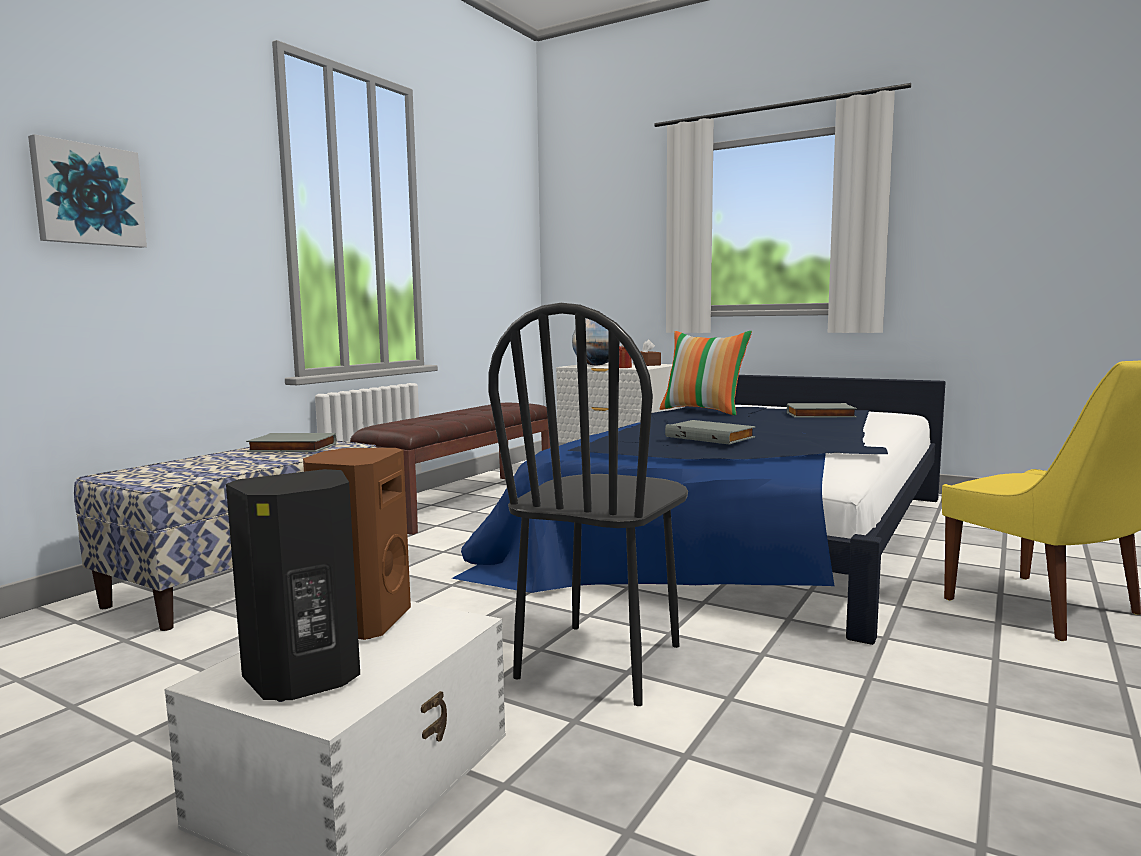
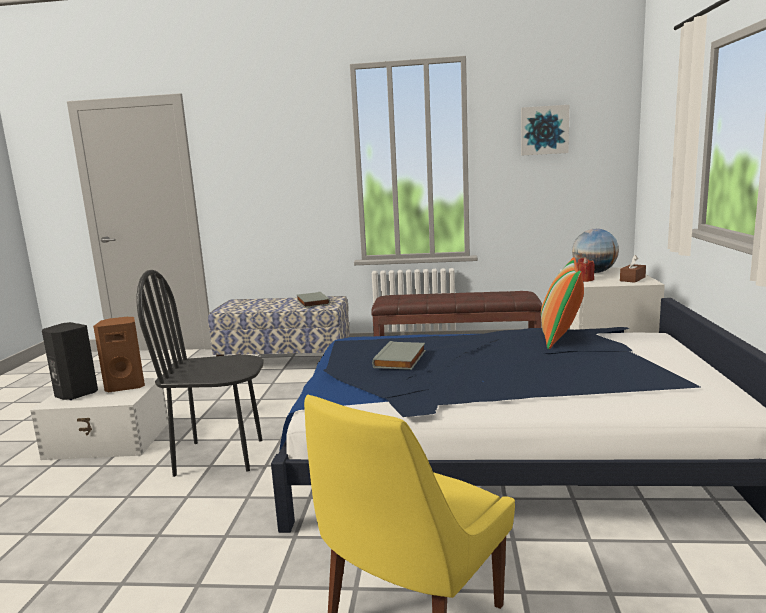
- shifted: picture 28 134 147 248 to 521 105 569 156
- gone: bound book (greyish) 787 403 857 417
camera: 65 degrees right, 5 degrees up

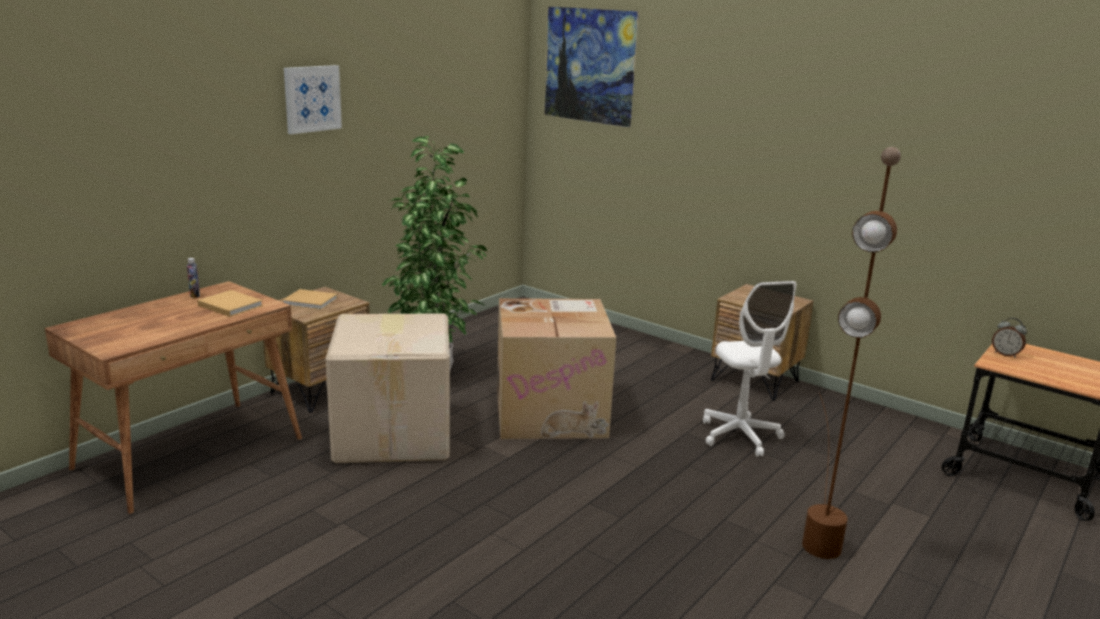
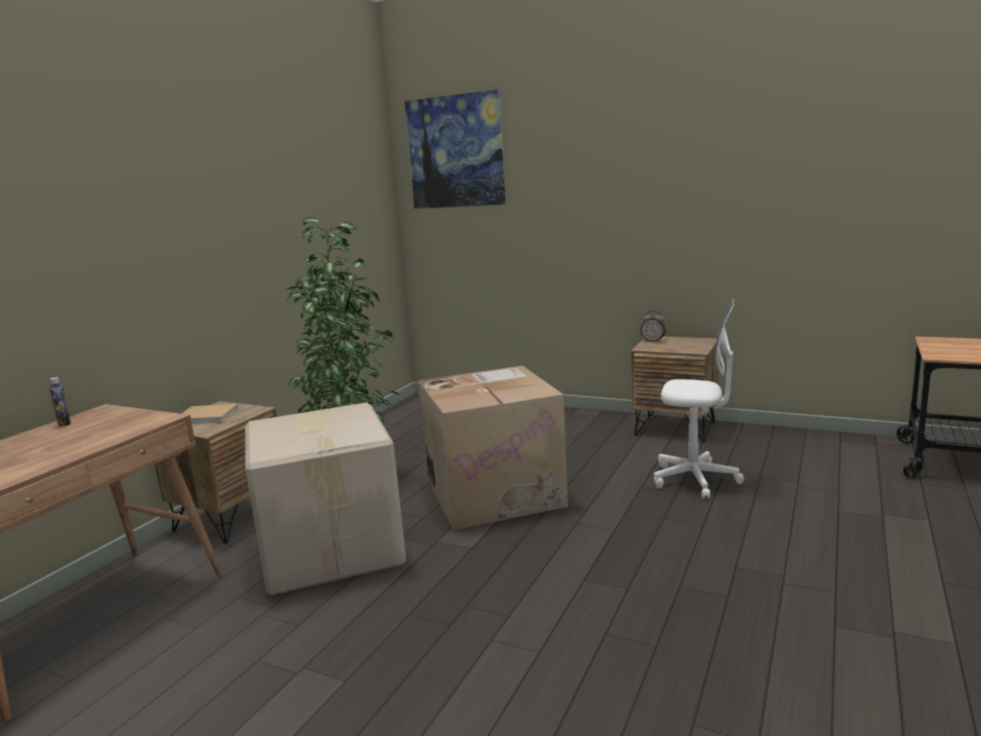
- gone: bound book (beige) 197 290 263 317
- gone: picture 284 65 342 134
- rotated: desk chair (white-coloured) 703 281 796 457 = 654 298 744 499 45 degrees counterclockwise
- gone: standing lamp (brownish) 802 147 901 559
- shifted: table clock 992 318 1027 358 to 641 310 665 342
camera: 10 degrees left, 5 degrees down

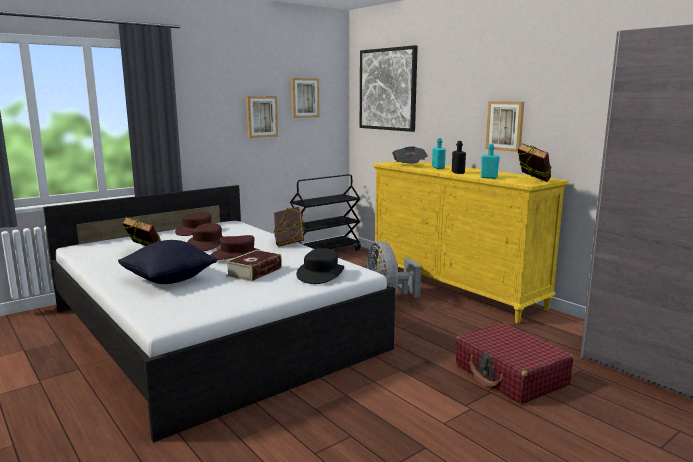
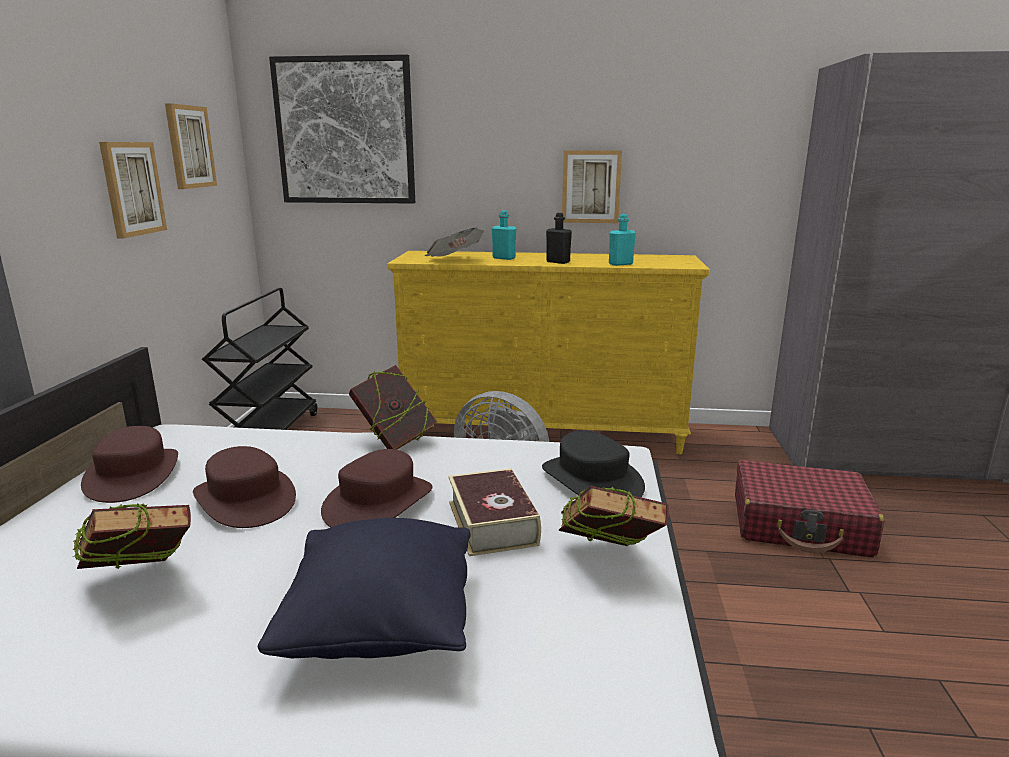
- shifted: bound book 518 143 552 182 to 559 486 669 546
camera: 45 degrees left, 5 degrees up

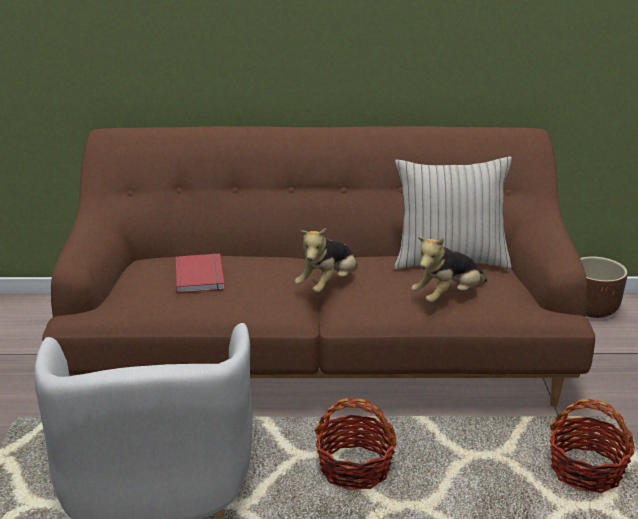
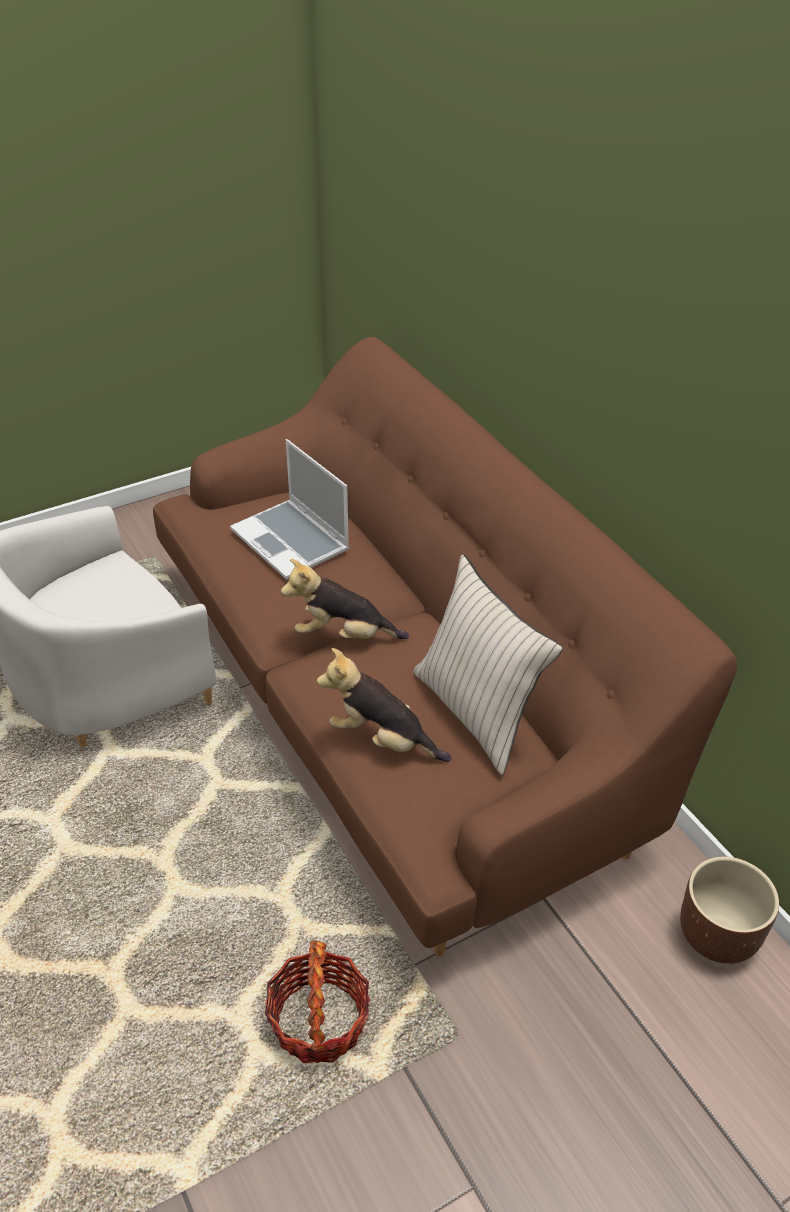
- swapped: bound book (red) 175 253 224 293 to portable computer 230 439 349 580
- gone: storage basket 314 398 397 491
camera: 60 degrees right, 15 degrees up

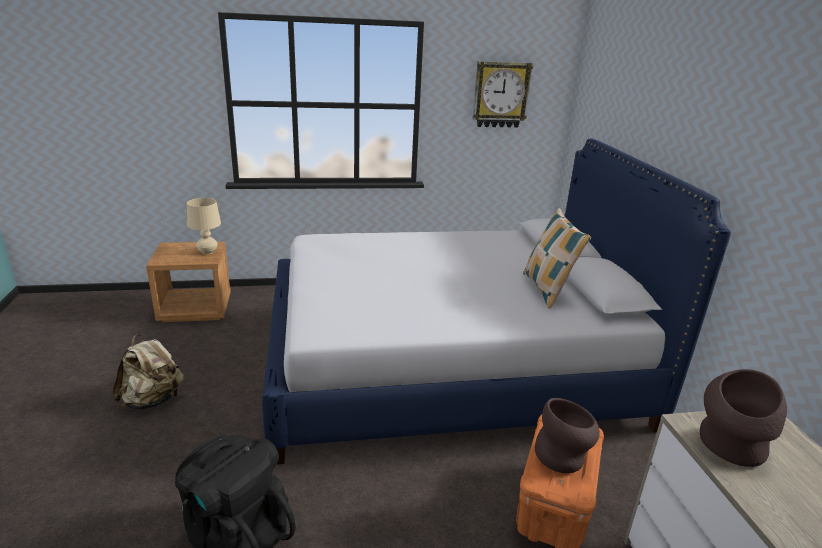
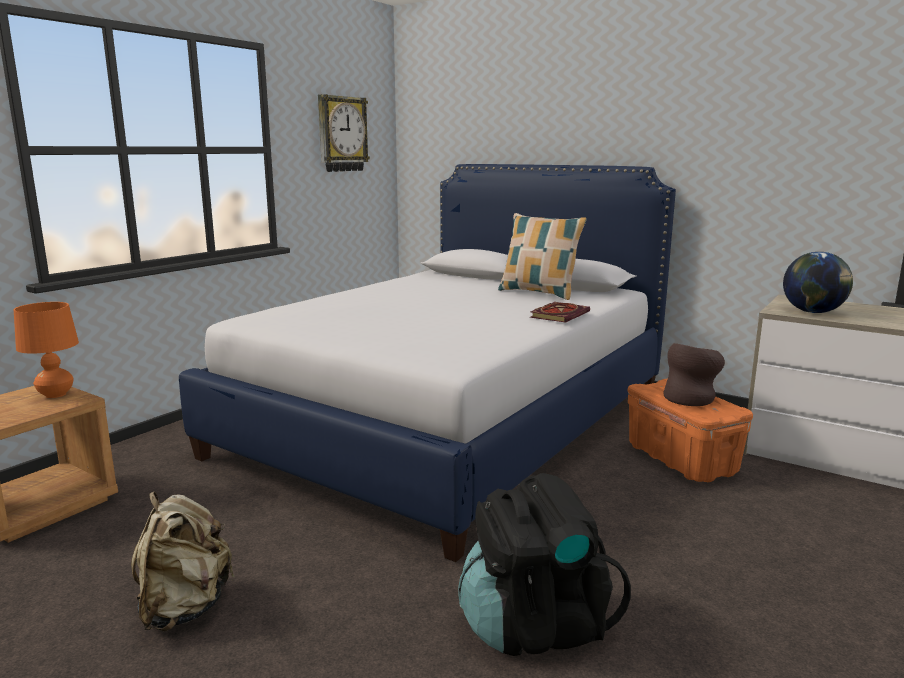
- repainted: lamp for a table (beige) 187 198 221 254 to lamp for a table (orangey) 14 302 79 398
- swapped: flower vase (brownish) 700 369 787 467 to world globe 783 252 853 313
- new: bound book 530 302 590 323
camera: 45 degrees left, 10 degrees down

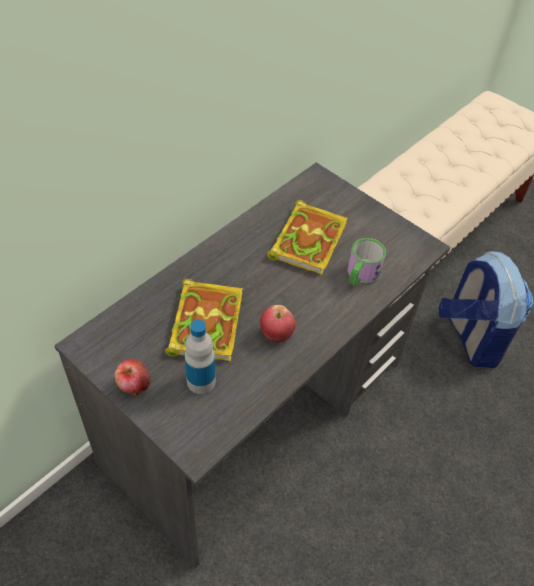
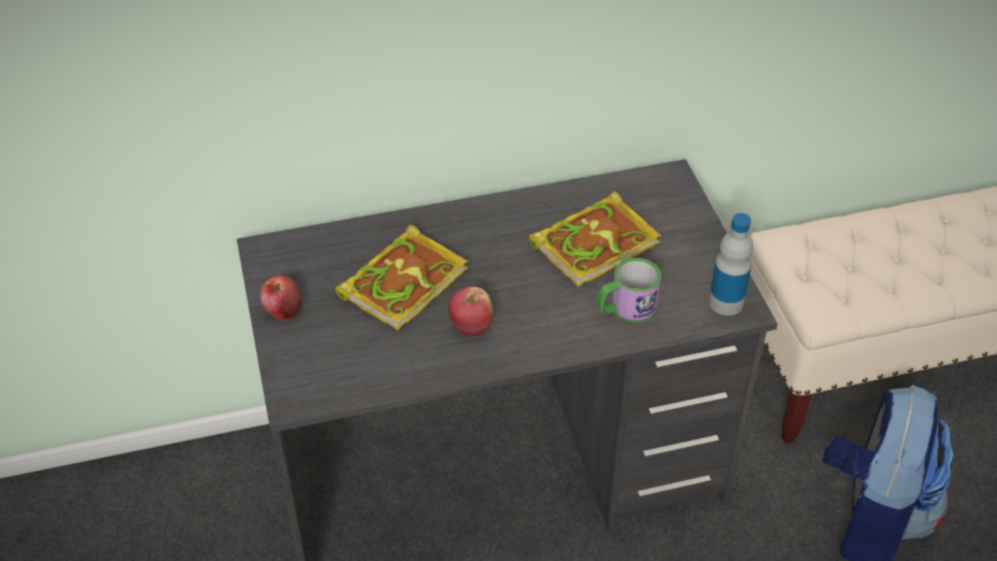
- shifted: bottle 185 319 216 394 to 709 213 753 316
camera: 35 degrees right, 5 degrees down

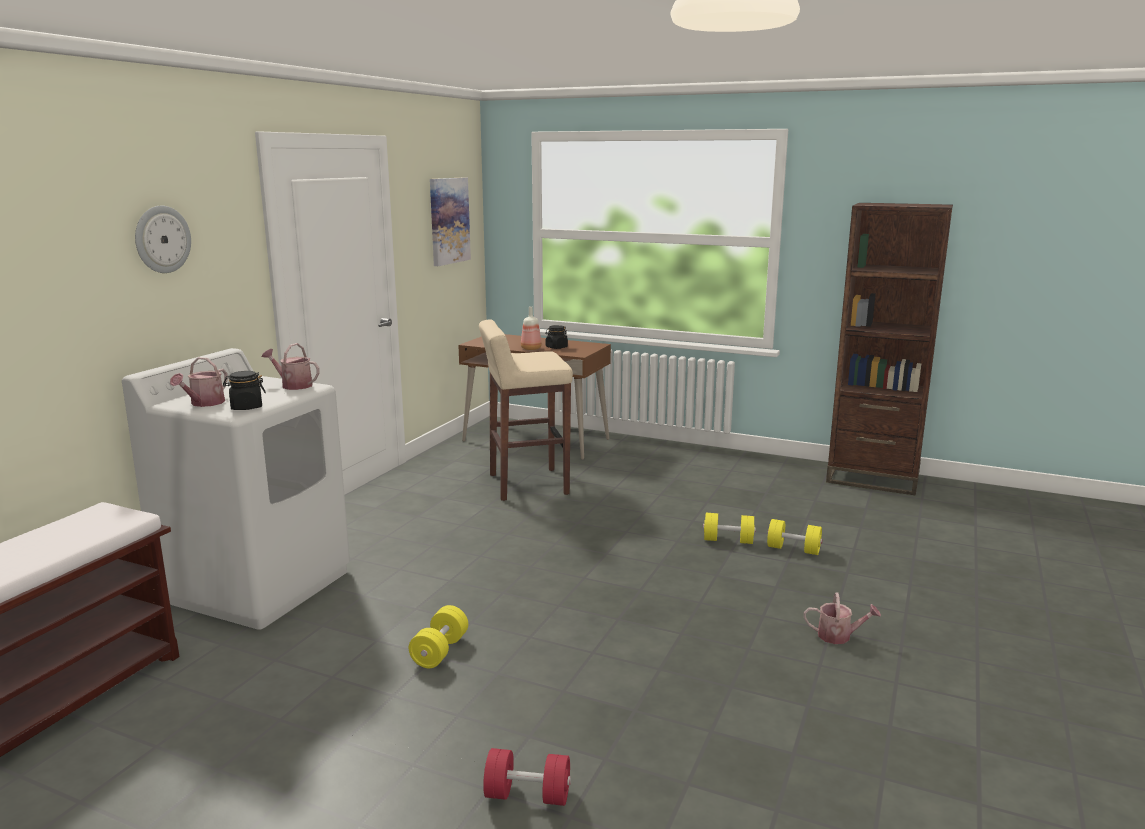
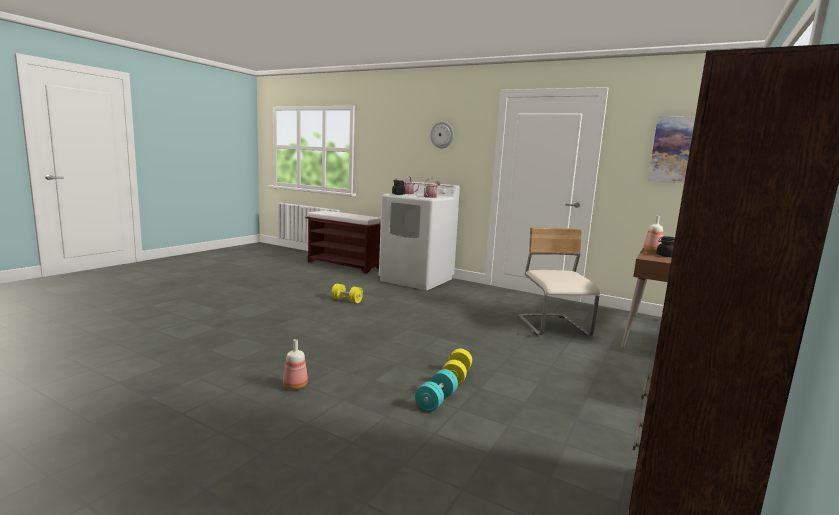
- swapped: sitting stool (beige) 479 319 573 501 to plain chair (beige) 518 227 600 335
- gone: free weight (red) 483 748 571 806
- repainted: free weight (yellowish) 767 519 822 555 to free weight (turquoise) 415 369 458 412
- swapped: watering can 804 592 881 644 to bottle 283 339 308 390
camera: 95 degrees right, 5 degrees down

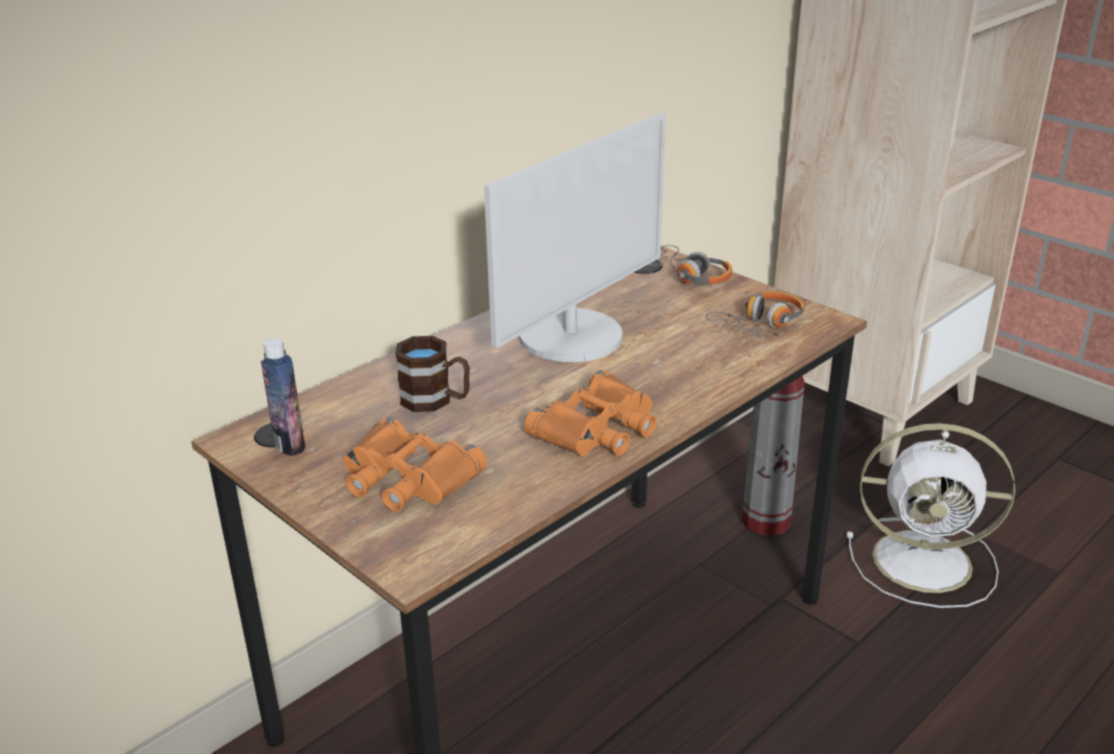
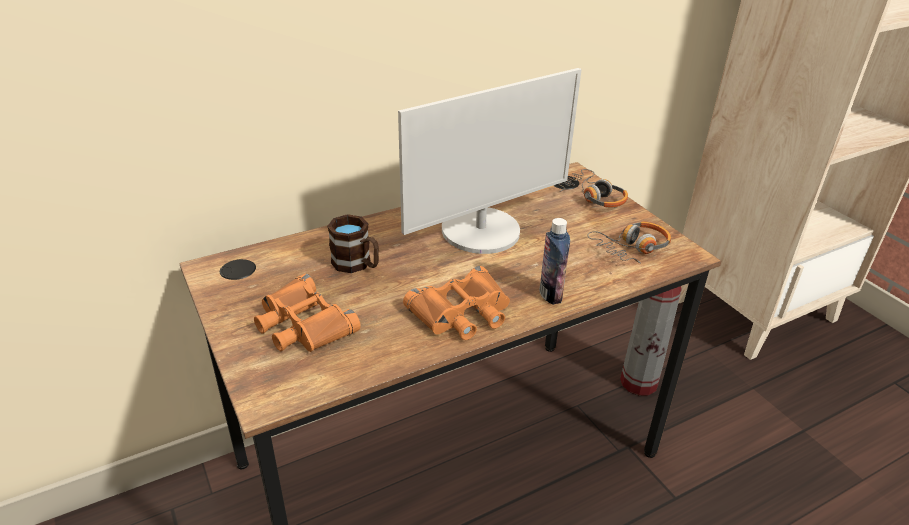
- shifted: bottle 261 338 305 456 to 539 218 570 305
- gone: electric fan (white-coloured) 847 423 1015 608
camera: 15 degrees right, 5 degrees up

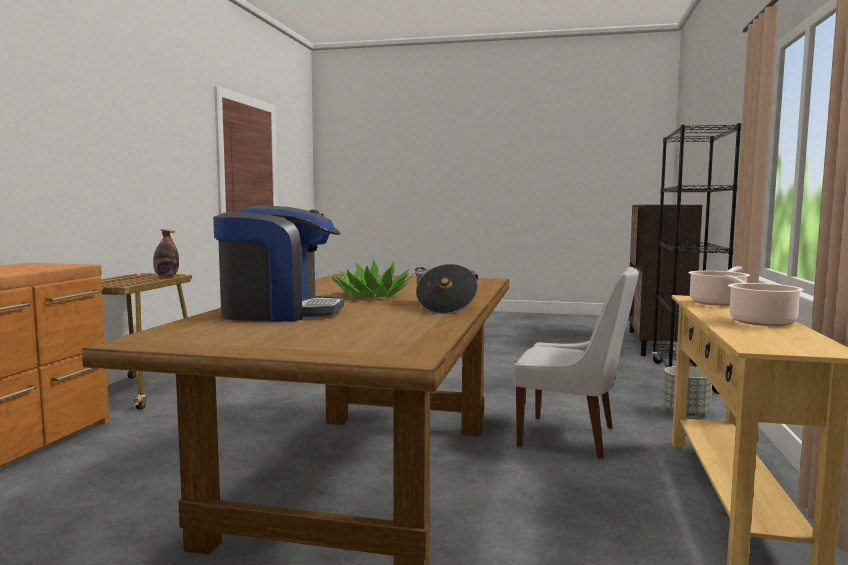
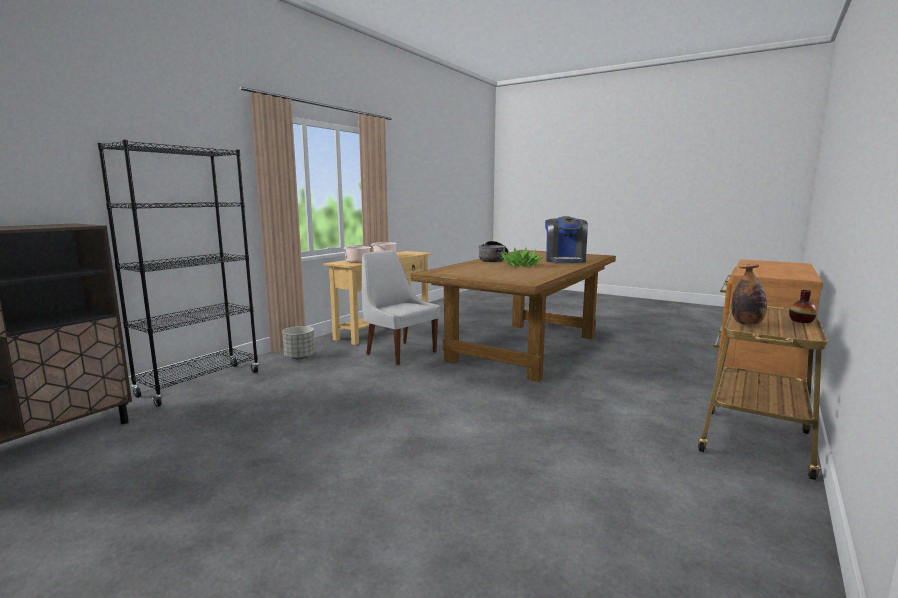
- rotated: coffee brewer 213 206 344 322 = 545 216 588 263 105 degrees counterclockwise
- new: flower vase 789 290 817 323
camera: 160 degrees left, 5 degrees up

